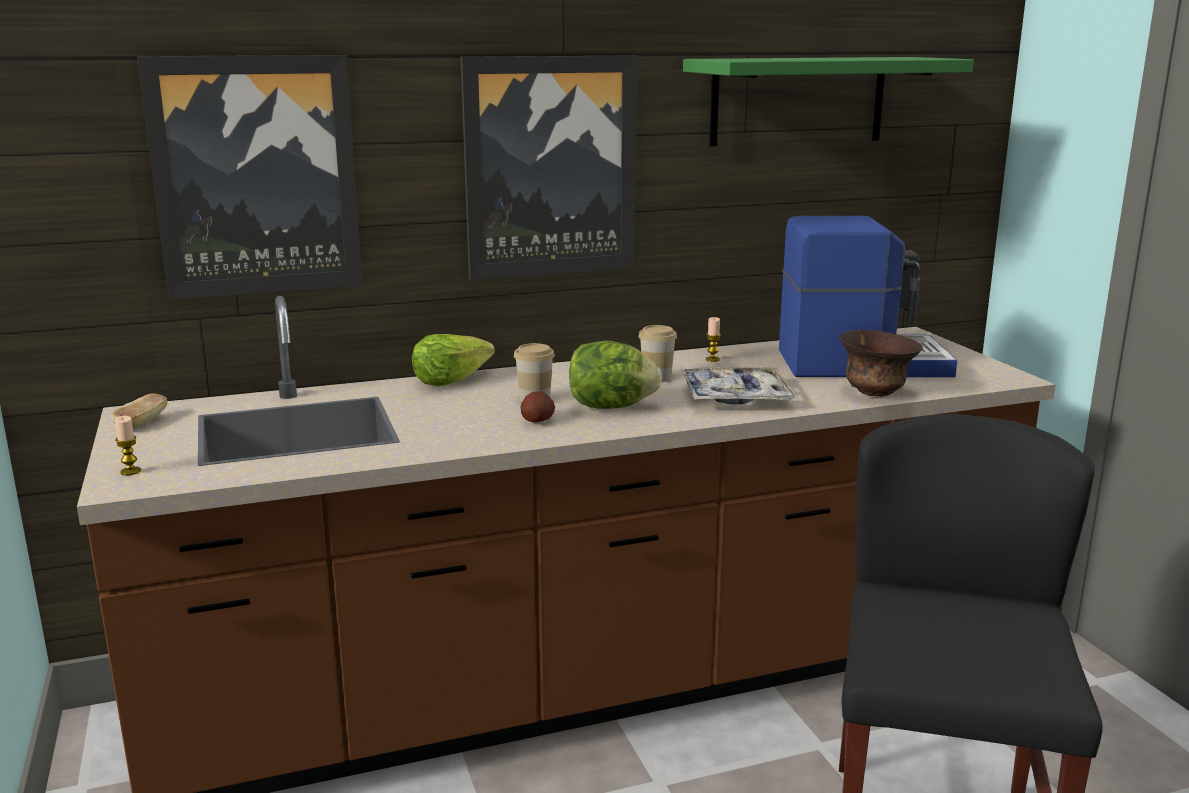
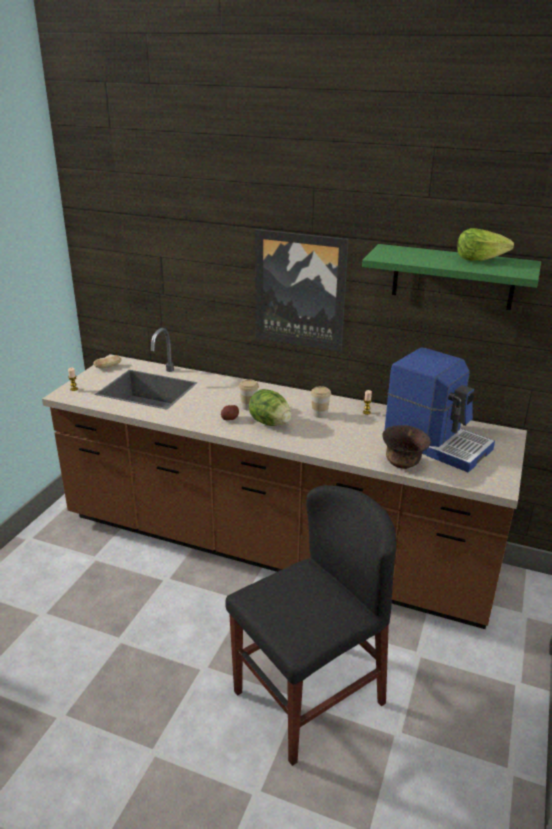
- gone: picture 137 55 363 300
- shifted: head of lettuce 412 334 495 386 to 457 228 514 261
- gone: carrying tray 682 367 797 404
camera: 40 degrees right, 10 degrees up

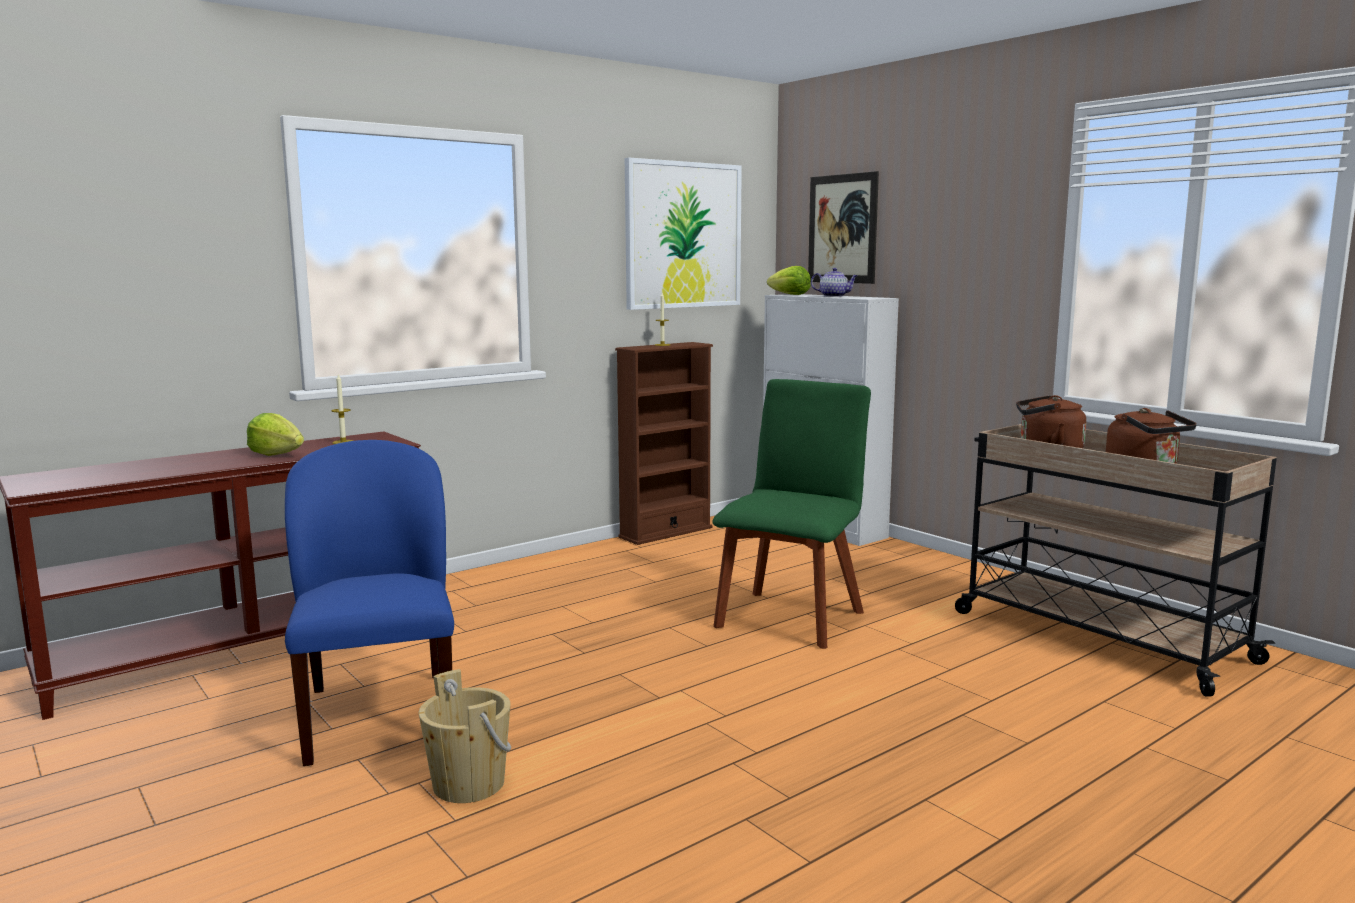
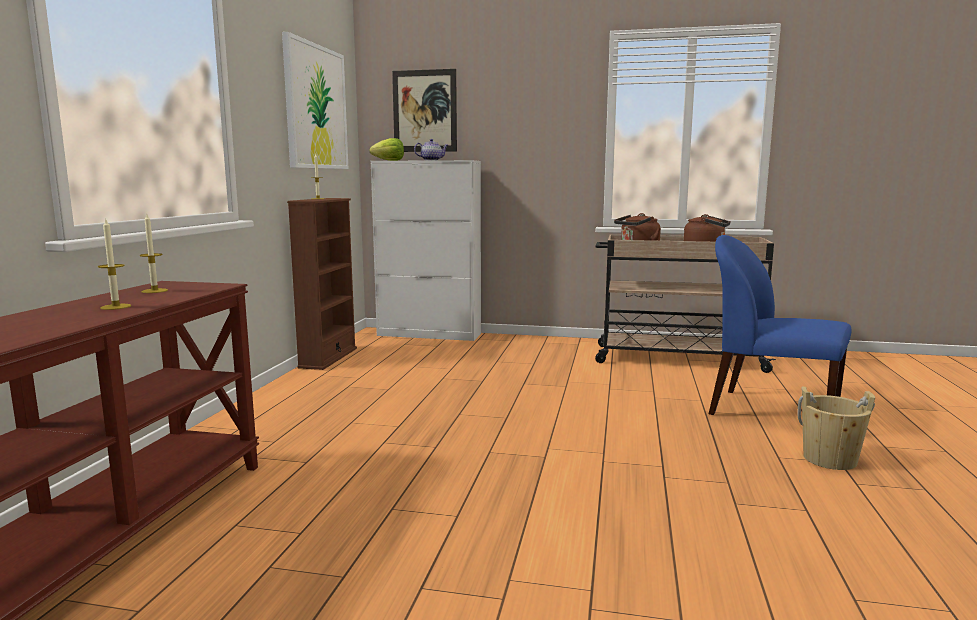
- swapped: head of lettuce 247 413 304 456 to candle 98 218 131 310
- shifted: plain chair (blue) 285 440 454 766 to 709 235 852 415
- shifted: bucket (beige) 419 669 511 803 to 798 386 875 470
- gone: plain chair (greenish) 713 379 871 649
camera: 40 degrees left, 0 degrees up

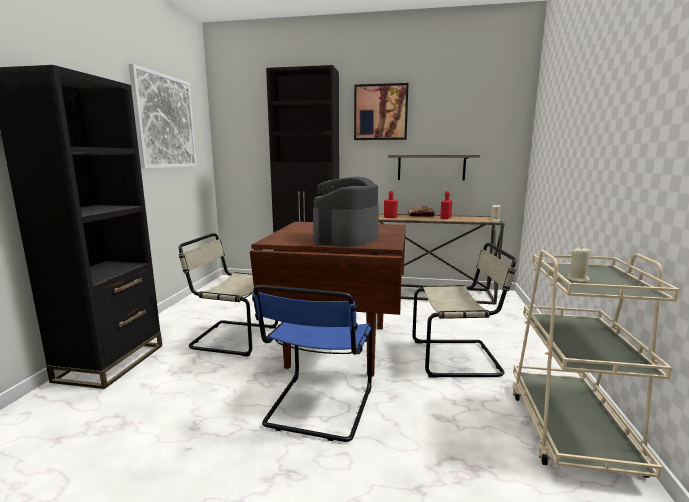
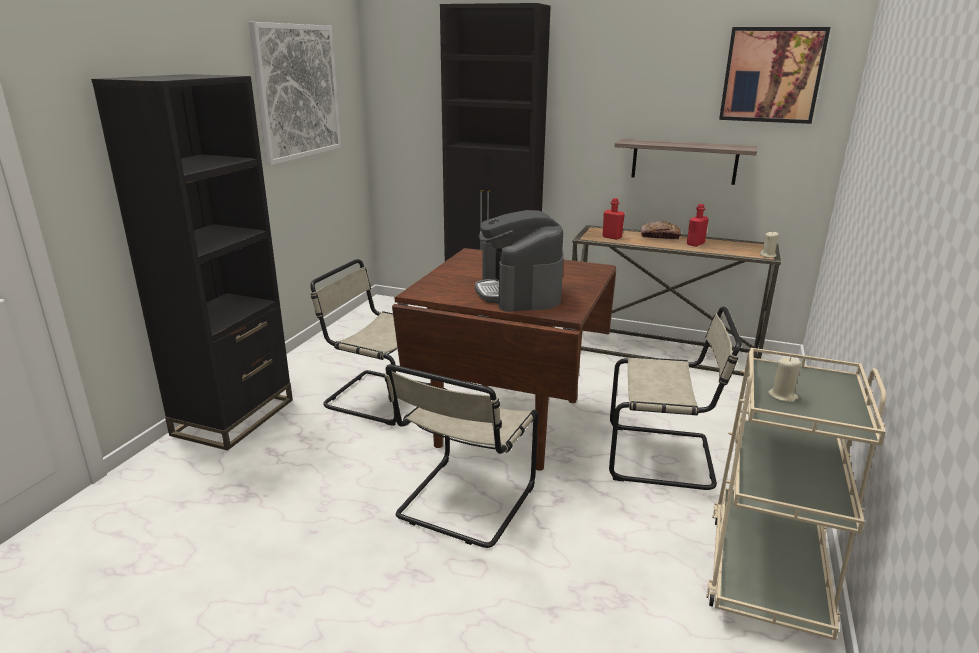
- repainted: plain chair (blue) 252 285 373 442 to plain chair (beige) 384 364 538 548
- rotated: coffee brewer 313 177 379 247 = 475 210 564 312 45 degrees counterclockwise
- shifted: picture 354 83 409 140 to 719 27 830 124
camera: 10 degrees right, 10 degrees up

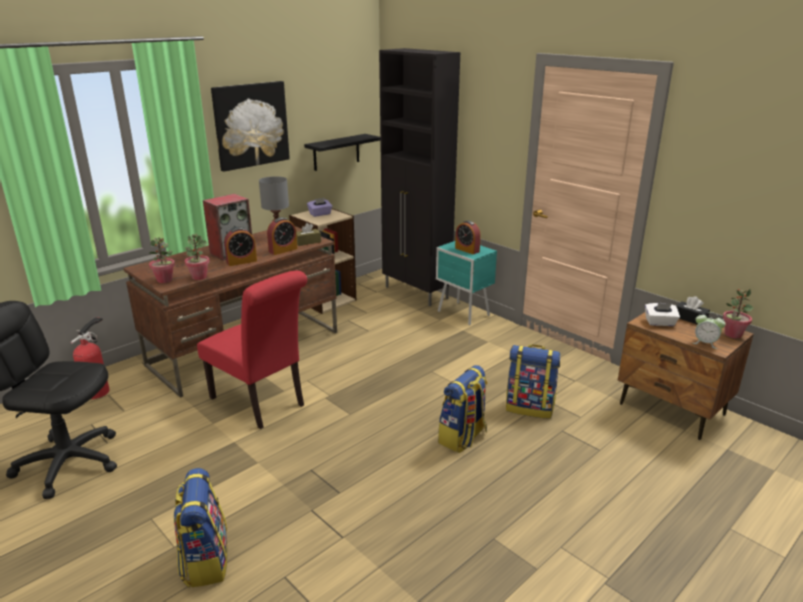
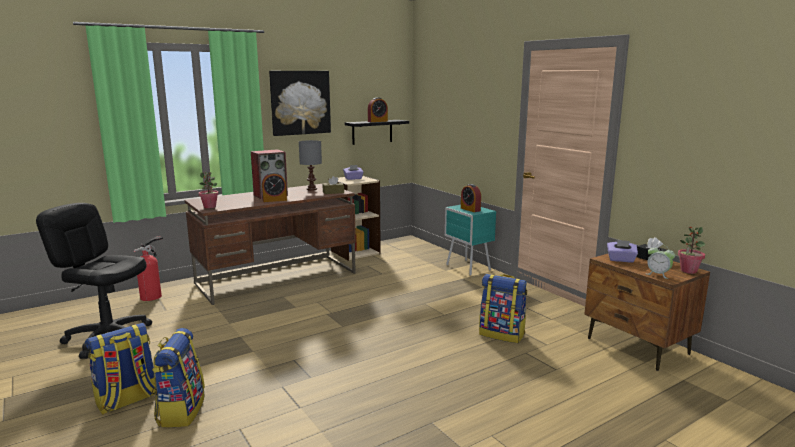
- gone: houseplant 184 234 210 280
- gone: plain chair (red) 197 270 307 429
- shifted: table clock 267 217 298 255 to 368 97 388 122
- gone: storage cabinet (black-coloured) 379 48 460 306
- shifted: rucksack 438 365 488 453 to 85 323 156 415
- repainted: tissue box (white-coloured) 645 303 680 326 to tissue box (purple) 607 240 638 262
camera: 10 degrees right, 10 degrees down

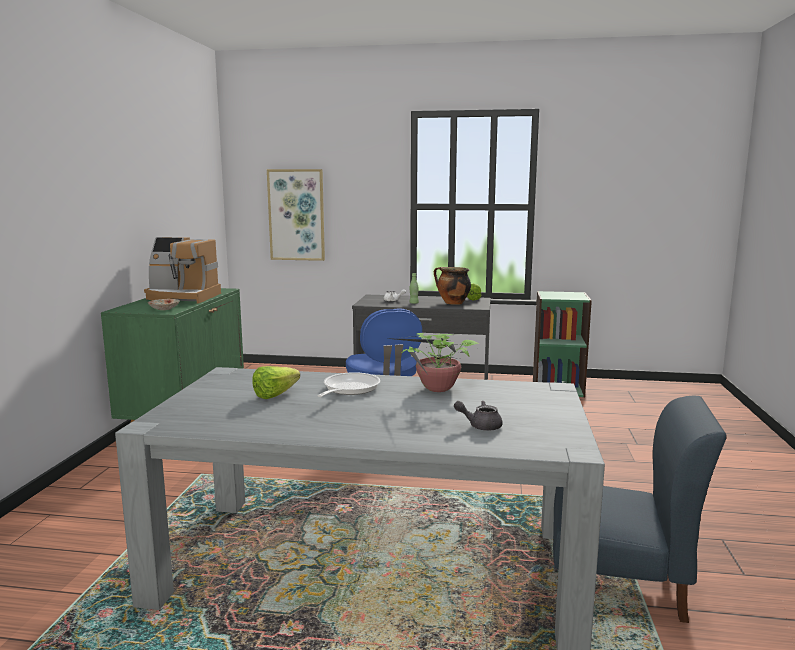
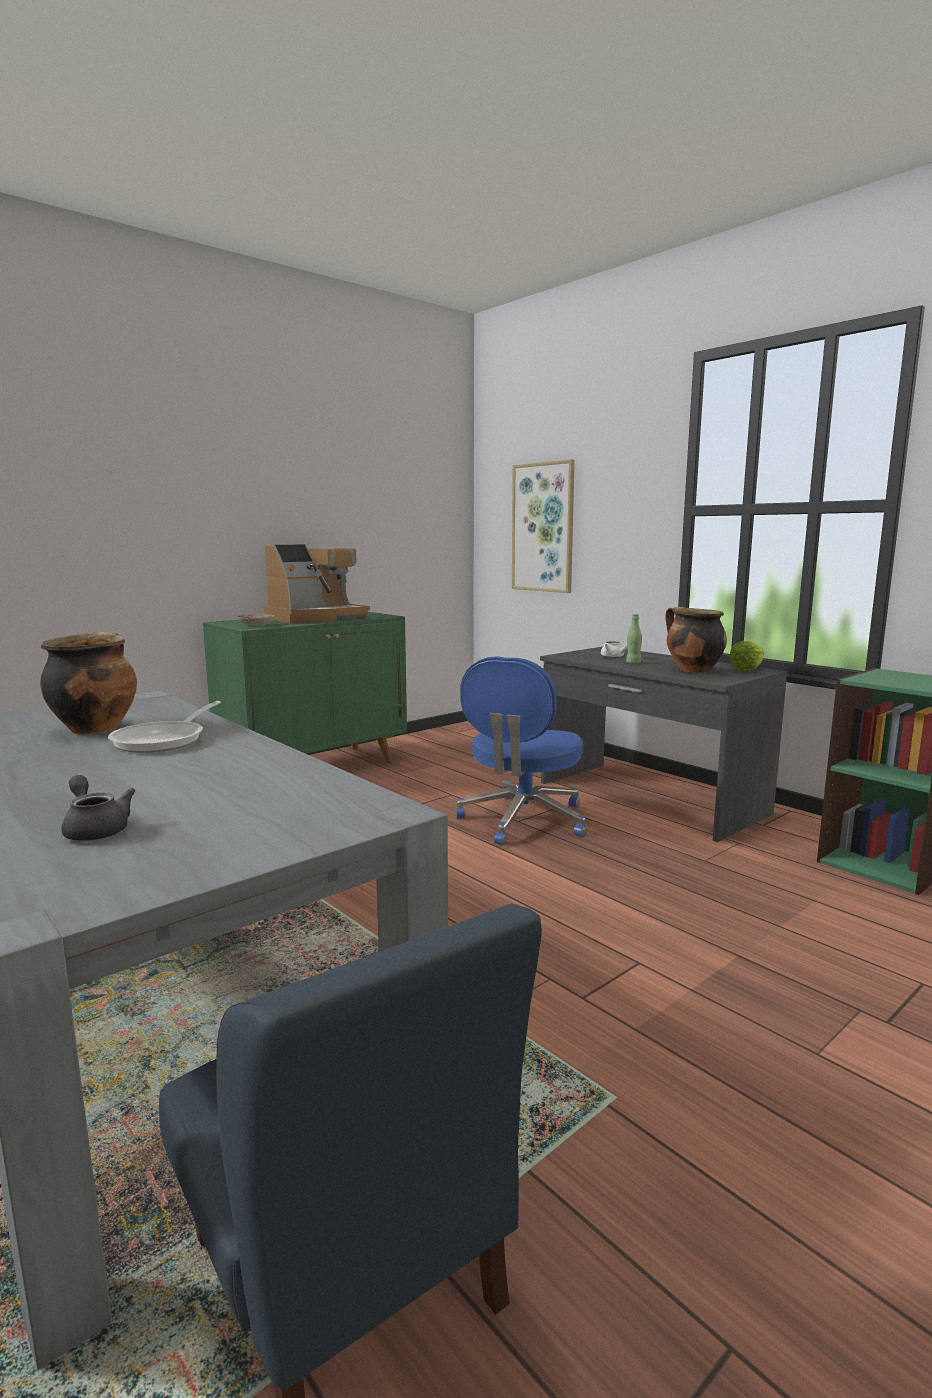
- rotated: coffee brewer 144 237 221 304 = 263 545 370 623 90 degrees counterclockwise
- swapped: head of lettuce 252 366 300 399 to stockpot 40 632 137 735
- rotated: skillet 317 372 380 397 = 108 701 221 753 135 degrees clockwise
- gone: houseplant 385 333 480 392
camera: 40 degrees right, 0 degrees up

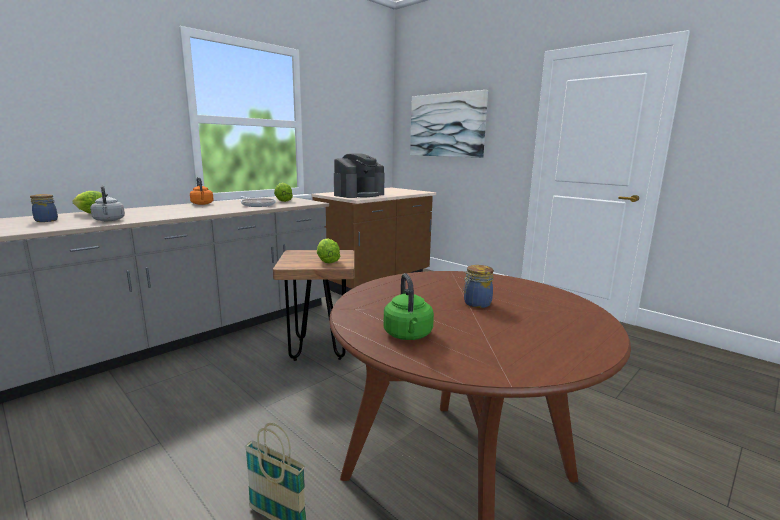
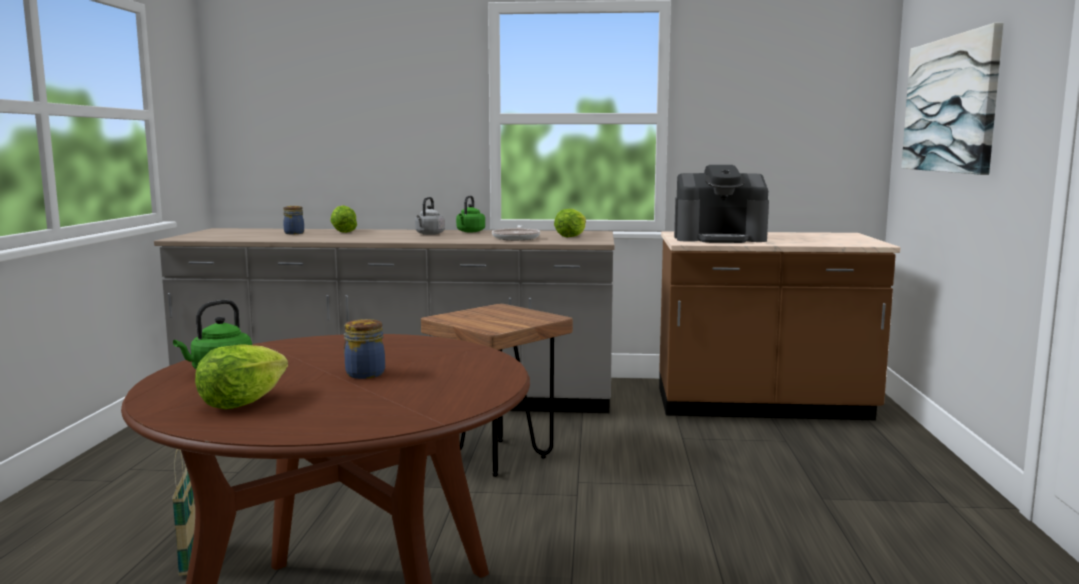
- shifted: tea kettle (greyish) 90 185 125 221 to 415 197 445 235
- repainted: tea kettle (orangey) 190 177 214 205 to tea kettle (greenish) 456 196 485 232
- shifted: head of lettuce 317 238 340 263 to 195 344 288 409
camera: 50 degrees right, 5 degrees down

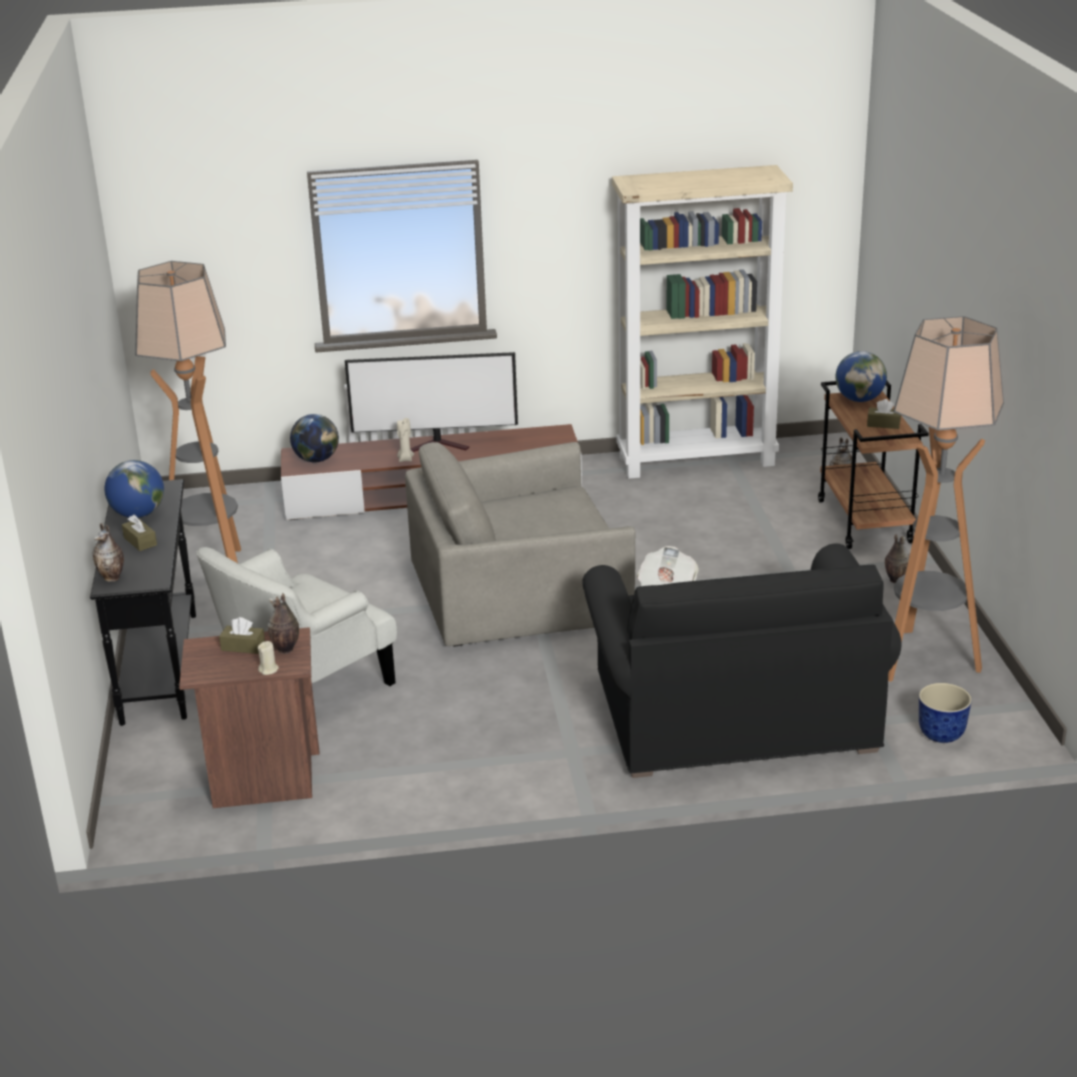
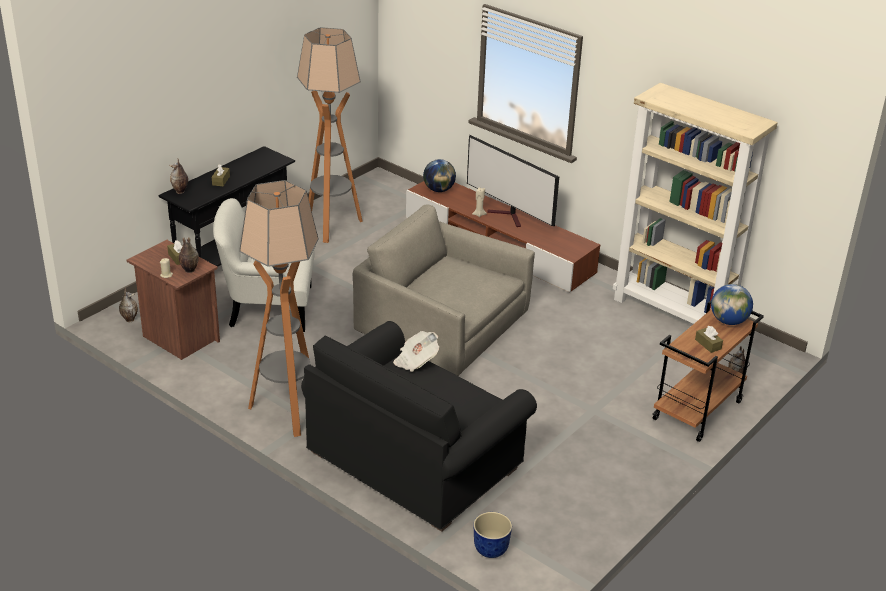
- gone: world globe 105 460 164 518
- shifted: flower vase 885 534 910 583 to 119 288 138 322
- shifted: standing lamp 888 316 1004 682 to 239 180 319 437
camera: 45 degrees right, 5 degrees up

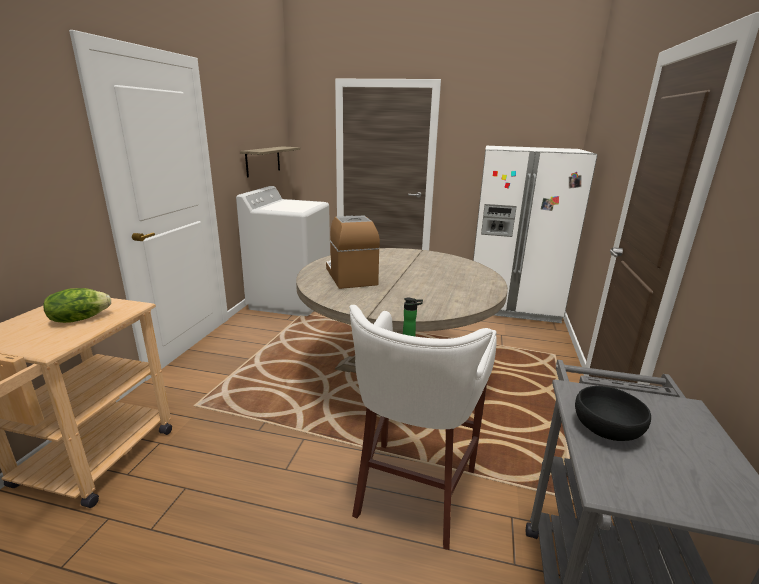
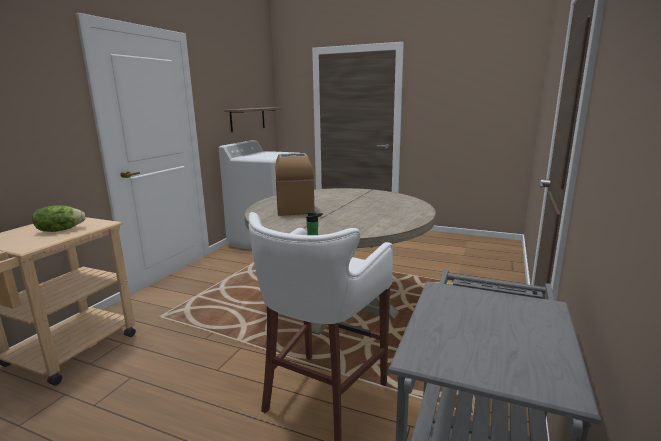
- gone: fridge (white-coloured) 473 146 598 323
- gone: serving bowl (black-coloured) 575 386 651 441
camera: 10 degrees right, 5 degrees down

